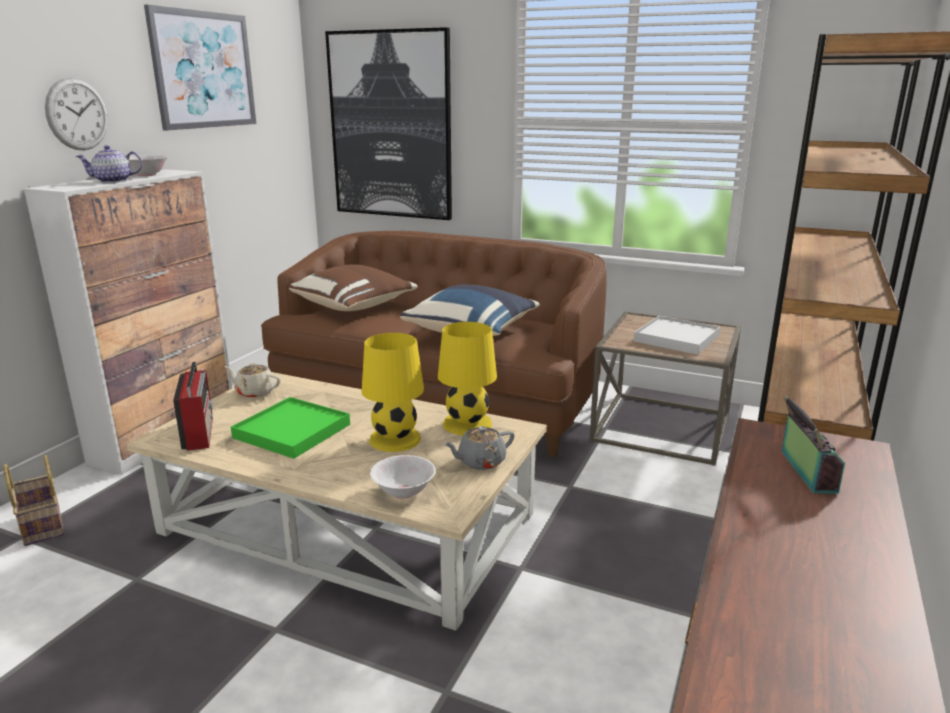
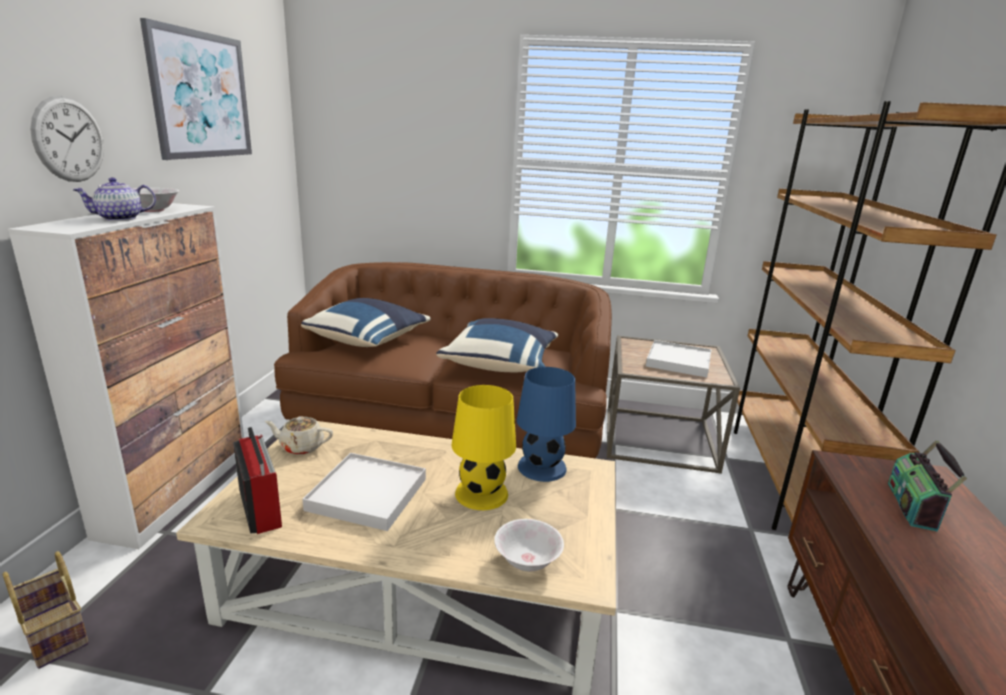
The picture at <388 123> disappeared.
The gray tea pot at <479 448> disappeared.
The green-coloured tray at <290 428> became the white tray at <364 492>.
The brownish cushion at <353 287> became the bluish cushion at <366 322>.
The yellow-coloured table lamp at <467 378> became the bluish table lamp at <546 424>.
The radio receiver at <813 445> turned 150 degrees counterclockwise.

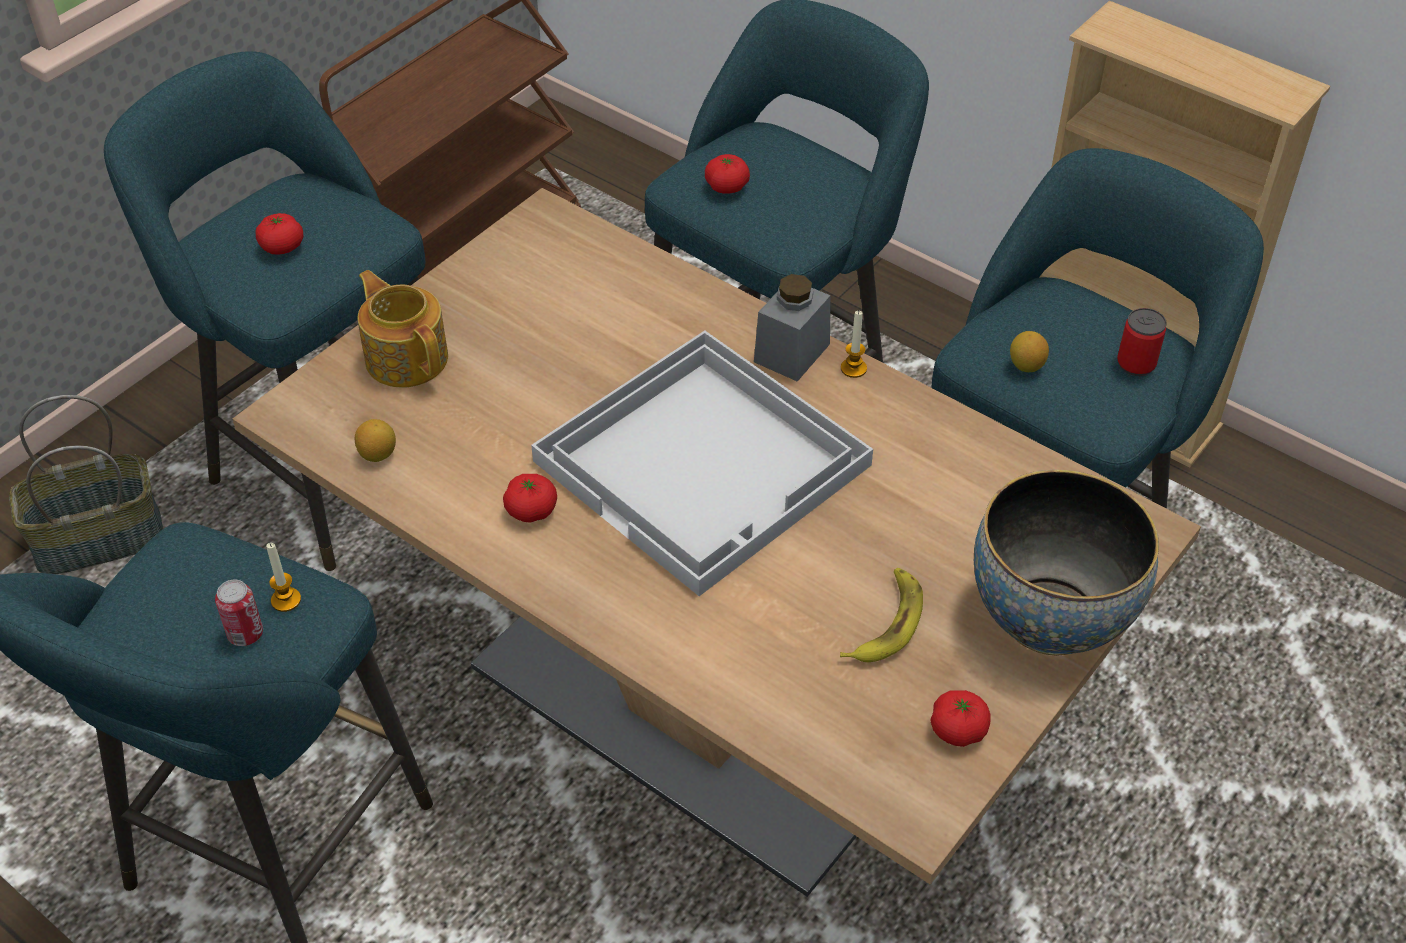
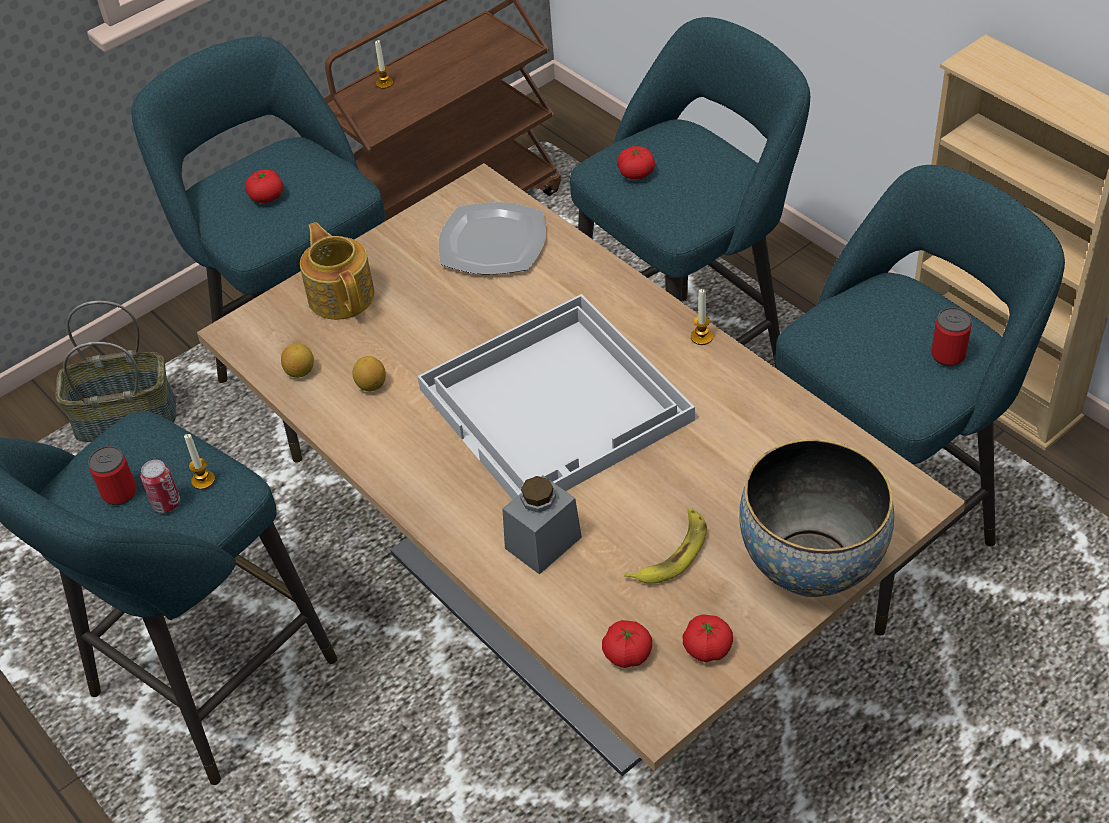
The metal can at <112 475> appeared.
The candle at <384 64> appeared.
The flat dish at <492 238> appeared.
The whole tomato moved from <530 498> to <627 644>.
The gray preserve jar moved from <792 328> to <542 524>.
The lemon moved from <1029 351> to <369 374>.

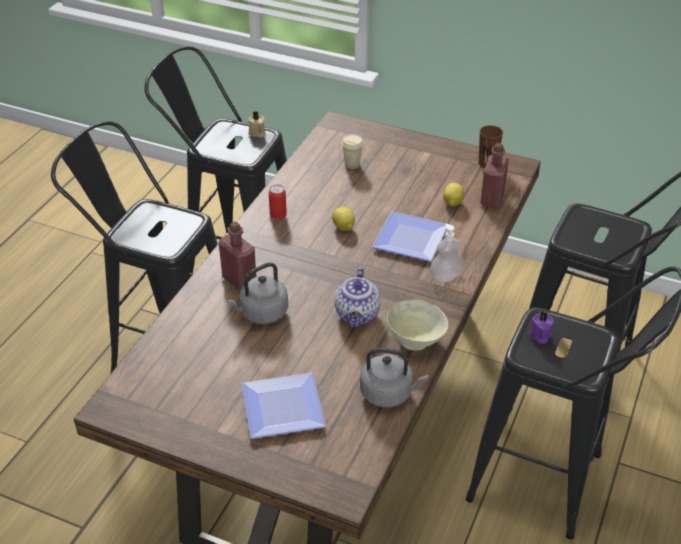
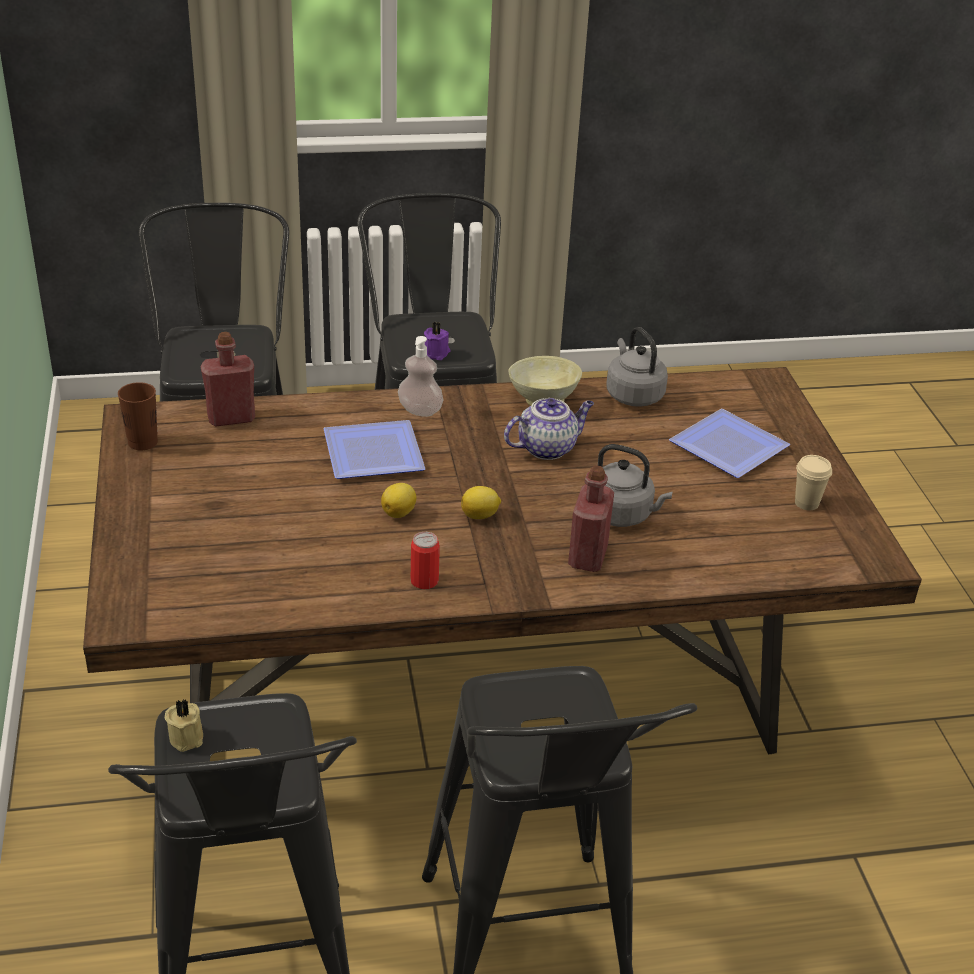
The beige drinking cup moved from <353 151> to <813 483>.
The lemon moved from <453 194> to <481 502>.

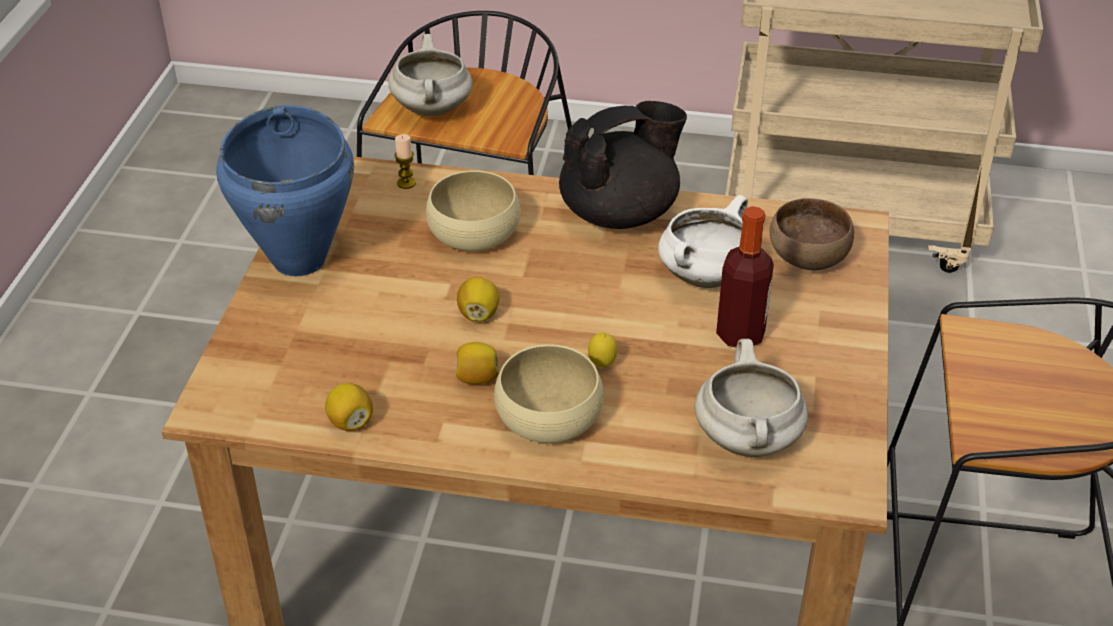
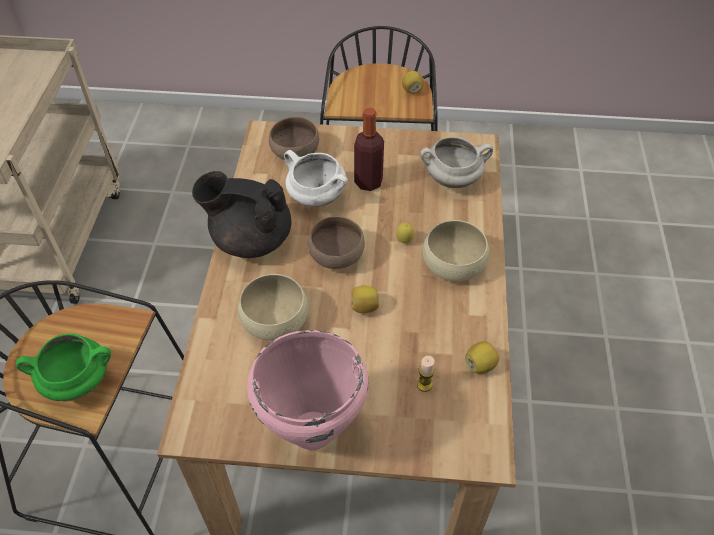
The brownish serving bowl at <336 242> appeared.
The candle moved from <405 161> to <426 374>.
The lemon moved from <478 363> to <413 82>.
The bluish cooking pot at <285 190> became the pink-coloured cooking pot at <308 390>.
The white cooking pot at <430 75> became the green-coloured cooking pot at <63 367>.
The blackish tea pot at <623 165> turned 45 degrees counterclockwise.

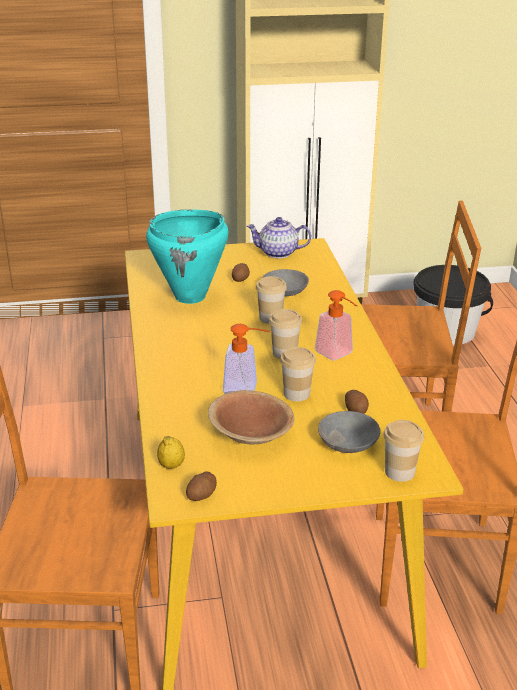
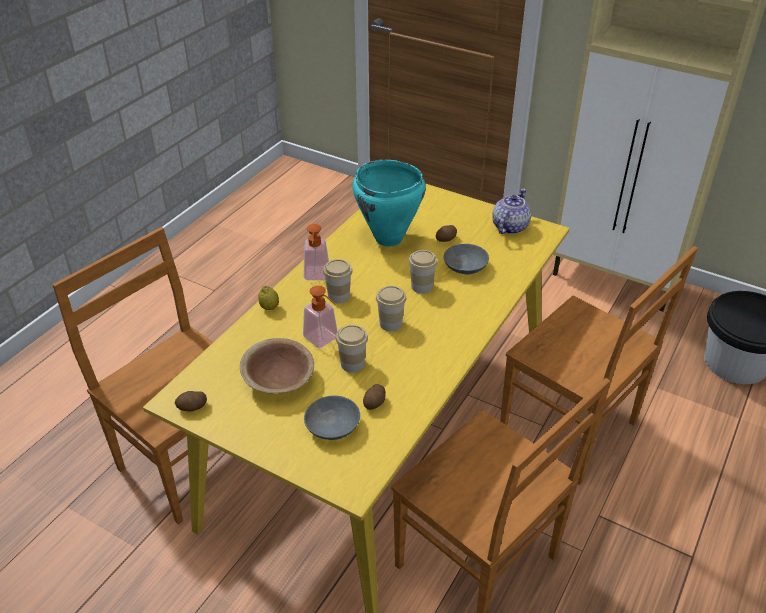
The lemon moved from <171 452> to <268 297>.
The liquid soap bottle moved from <336 325> to <316 252>.
The drinking cup moved from <403 451> to <338 281>.
The tea pot at <279 238> turned 75 degrees clockwise.

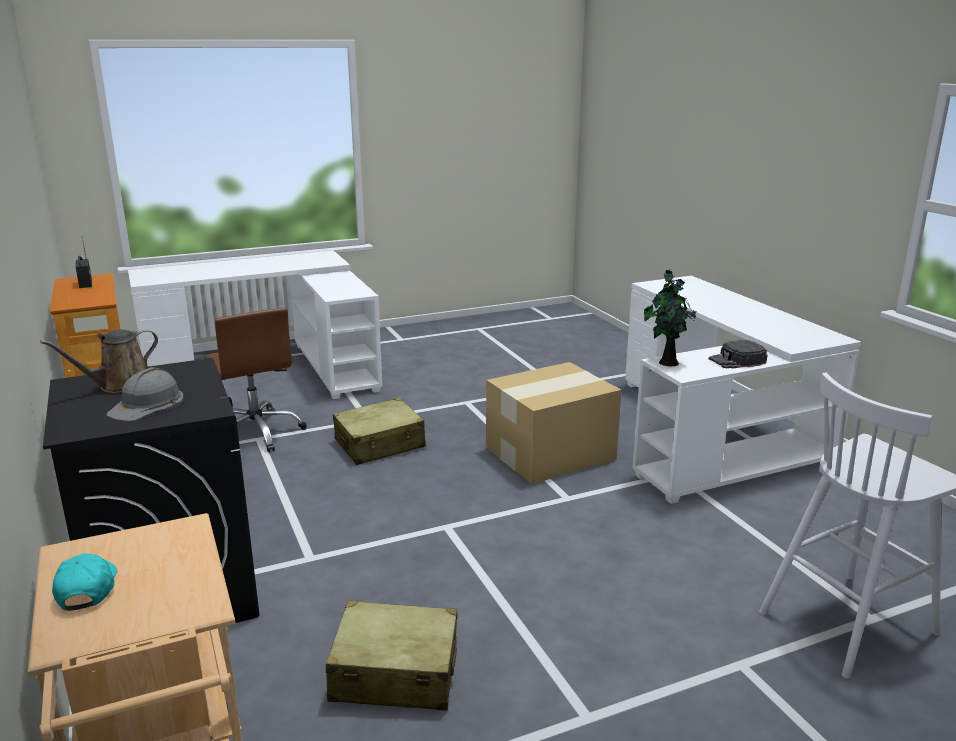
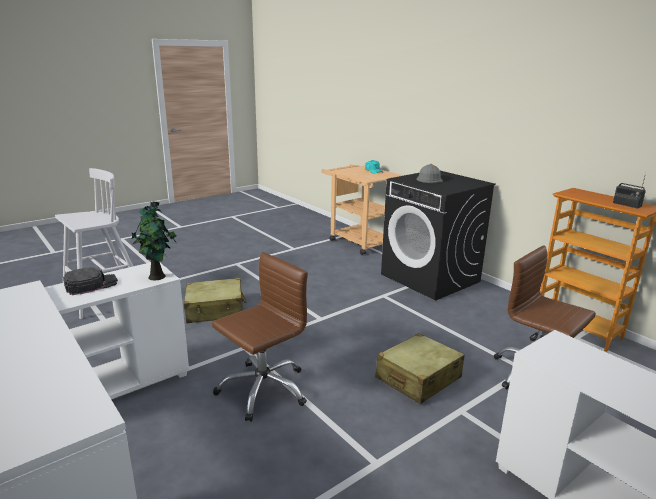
The brownish sprinkling can at <99 361> disappeared.
The beige travel case moved from <391 655> to <215 300>.
The packing box at <553 423> was replaced by the brownish office chair at <260 337>.

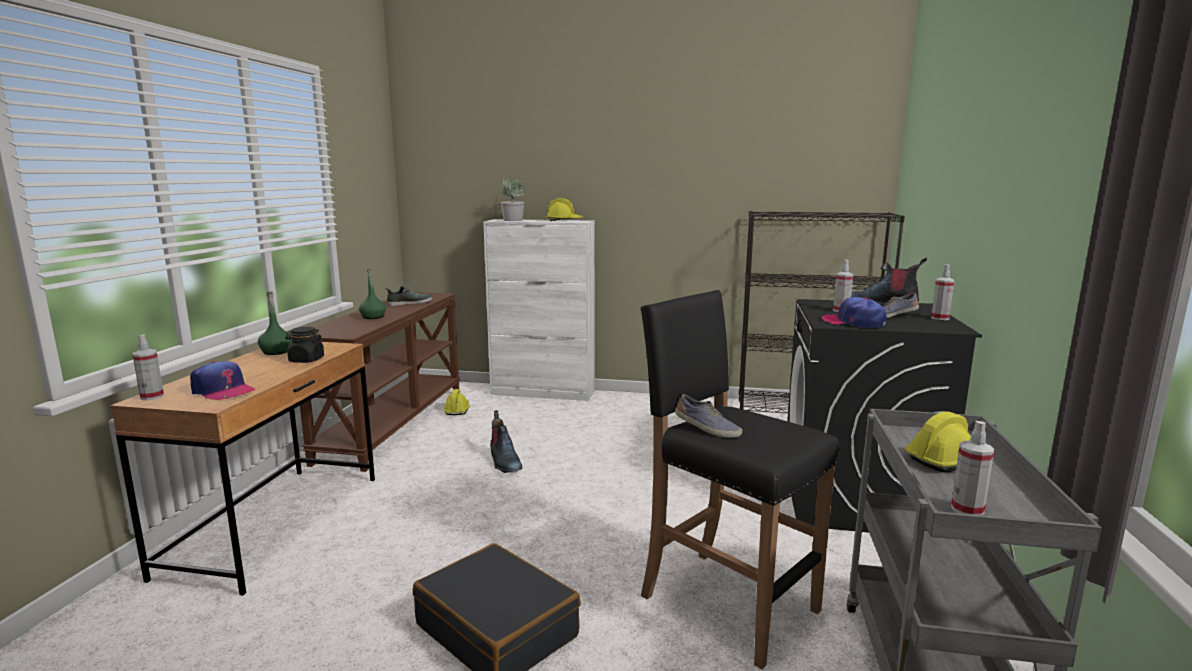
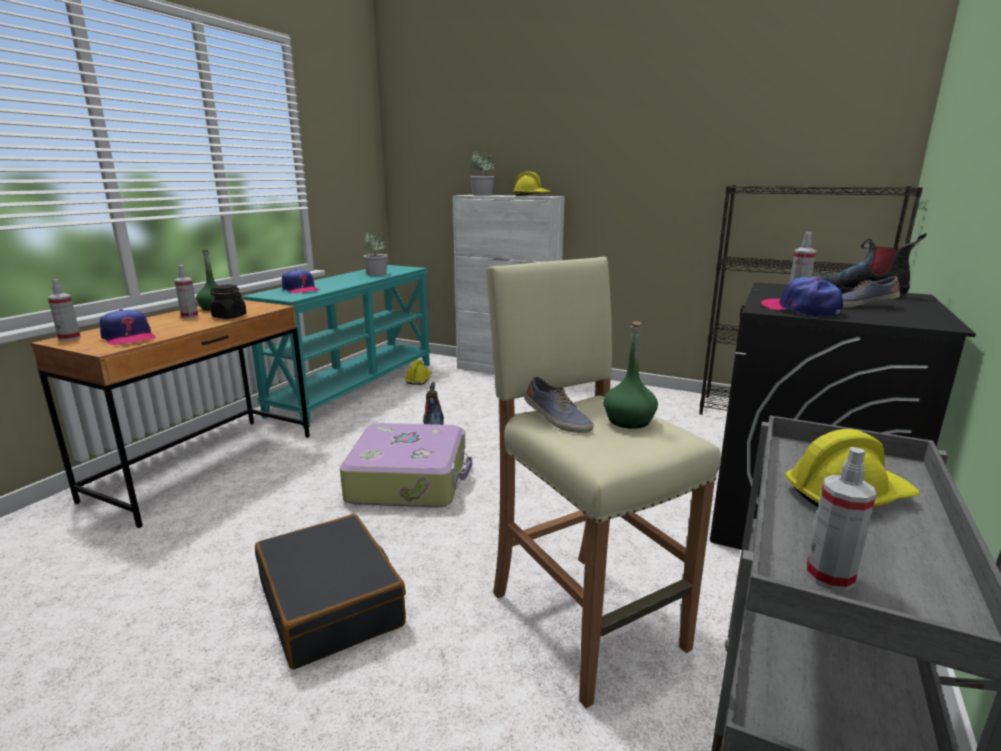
The cap at <301 281> appeared.
The travel case at <406 465> appeared.
The green-coloured bottle moved from <372 293> to <630 375>.
The sprayer moved from <942 292> to <186 291>.
The item of footwear at <409 296> was replaced by the potted plant at <375 252>.
The brownish console table at <380 382> became the blue-green console table at <336 346>.
The blackish stool seat at <740 479> became the beige stool seat at <603 482>.

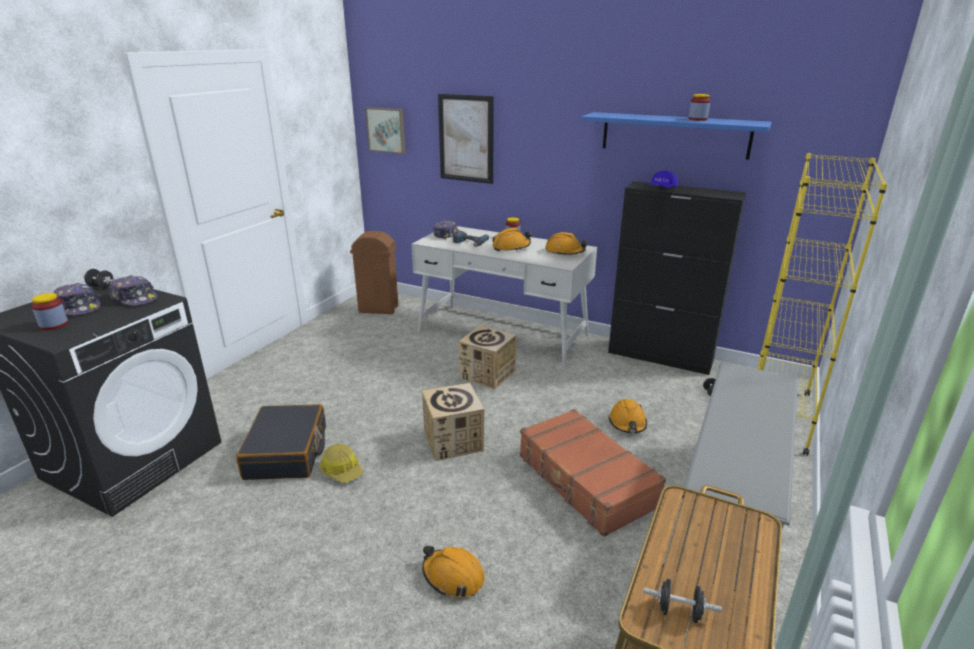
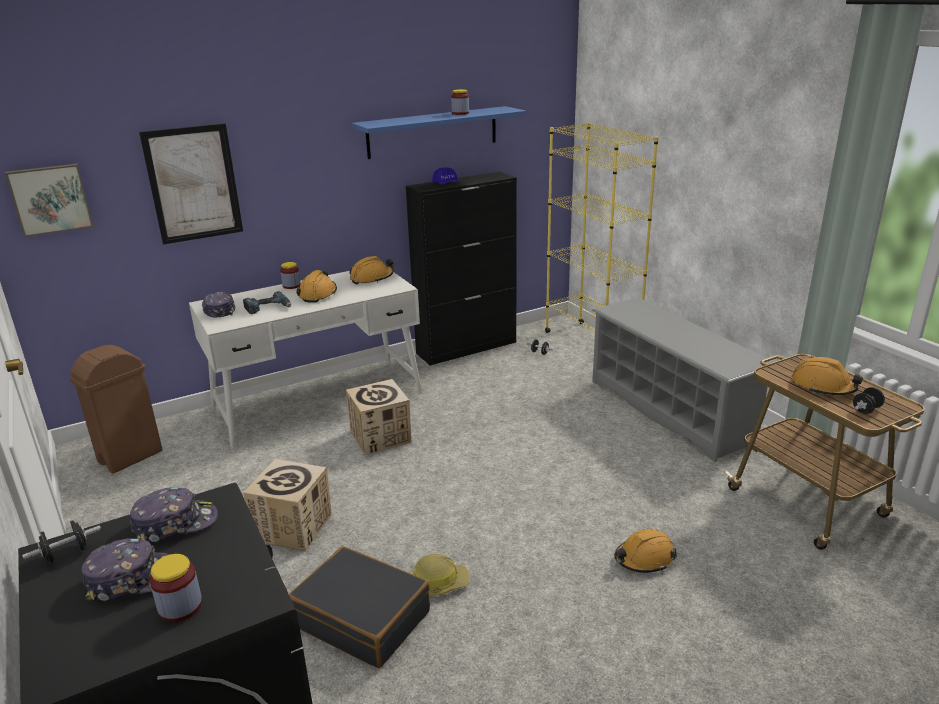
The brownish travel case at <593 473> disappeared.
The packing box moved from <453 422> to <287 505>.
The orangey work helmet moved from <627 416> to <827 376>.

